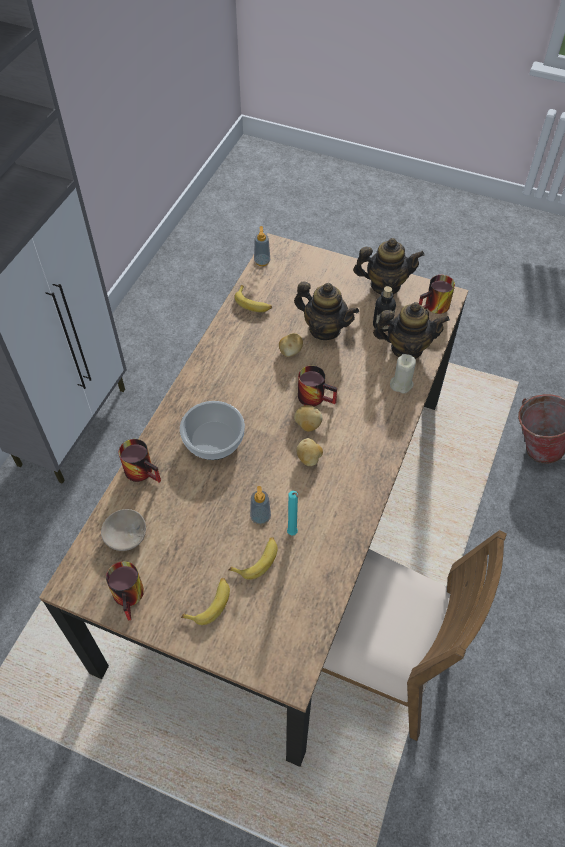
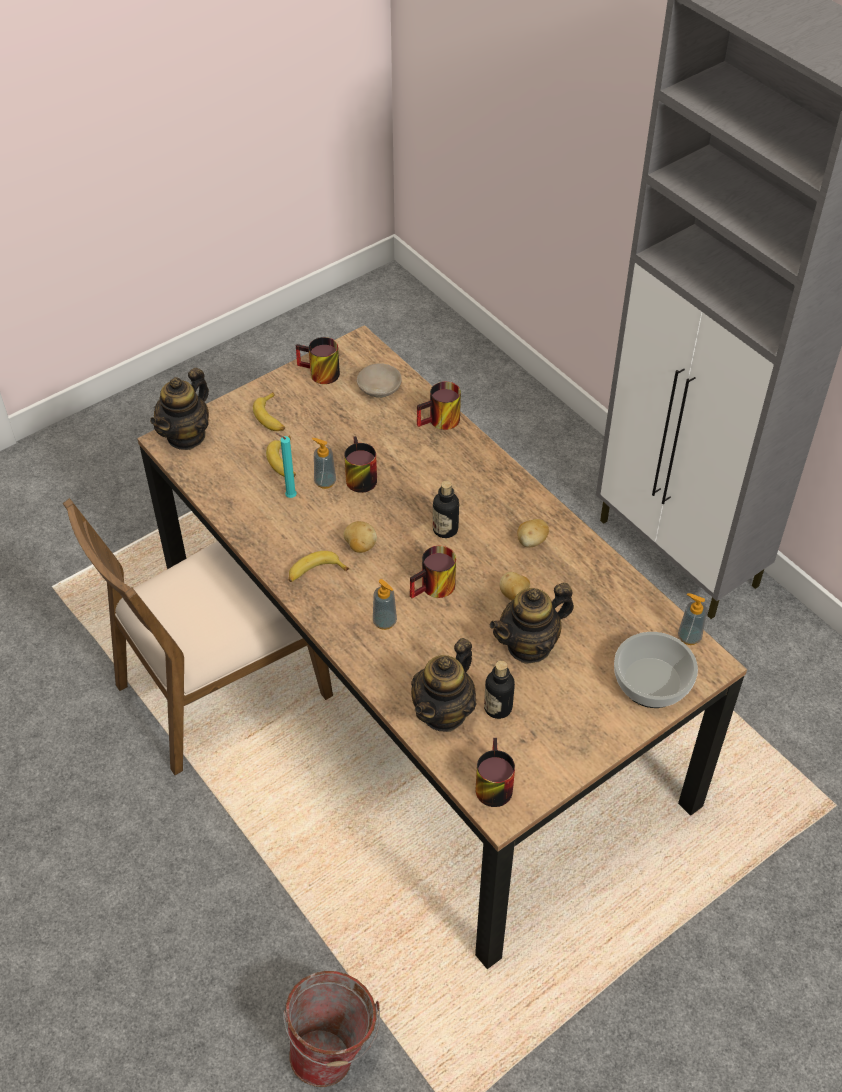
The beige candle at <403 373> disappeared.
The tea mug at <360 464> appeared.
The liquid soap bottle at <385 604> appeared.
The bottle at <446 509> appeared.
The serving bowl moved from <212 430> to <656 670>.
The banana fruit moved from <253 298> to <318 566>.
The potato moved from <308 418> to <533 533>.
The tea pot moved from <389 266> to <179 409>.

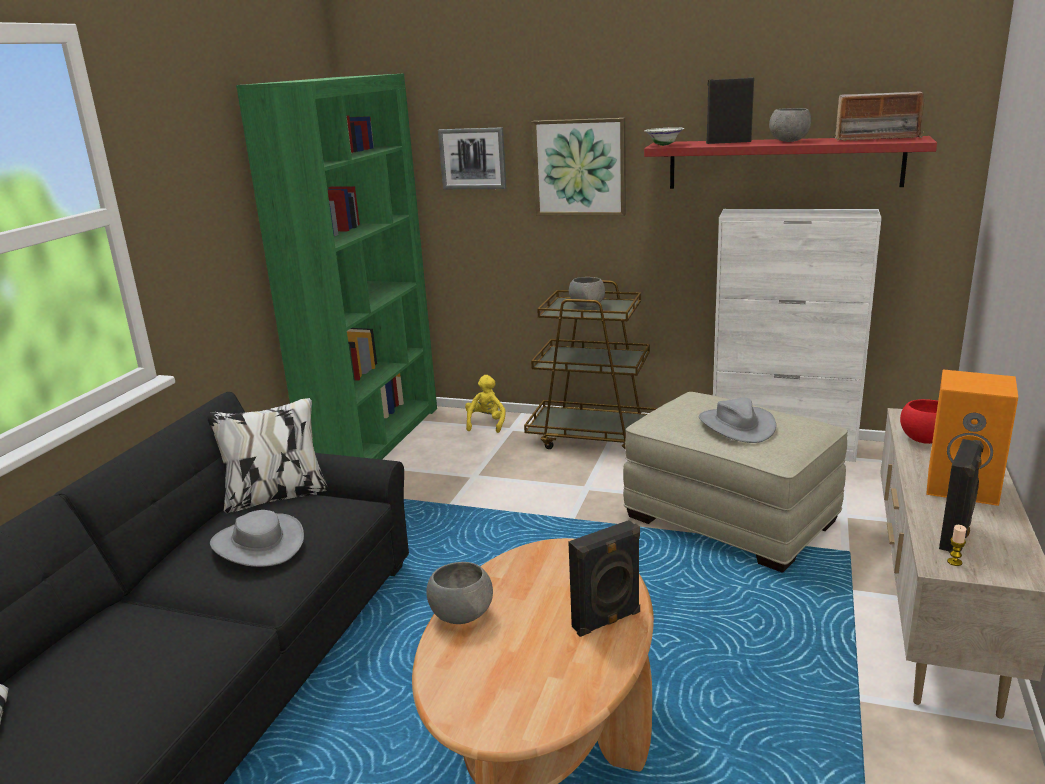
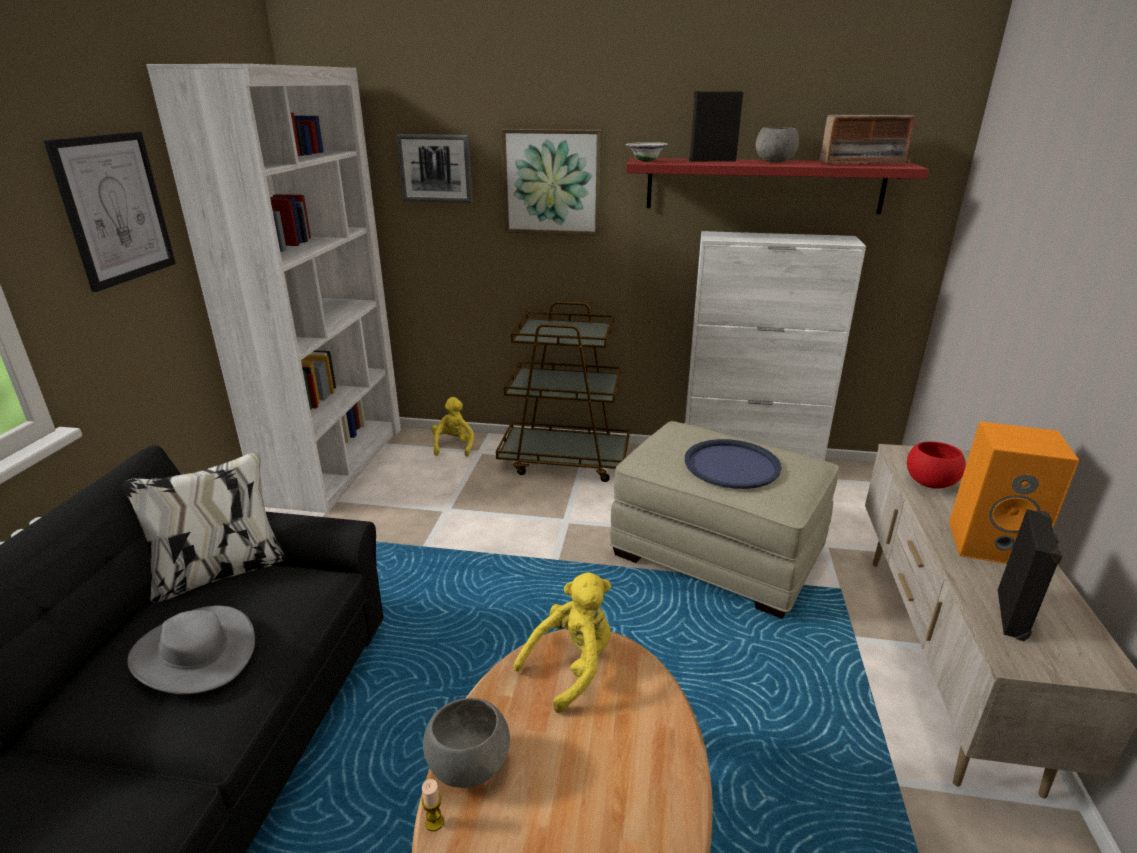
The blackish speaker at <604 578> disappeared.
The gray serving bowl at <587 292> disappeared.
The picture at <109 212> appeared.
The yellow-coloured cuddly toy at <562 642> appeared.
The candle moved from <956 545> to <433 805>.
The gray clothing hat at <737 420> was replaced by the bluish tray at <733 464>.
The green-coloured shelving unit at <336 266> became the white shelving unit at <273 288>.

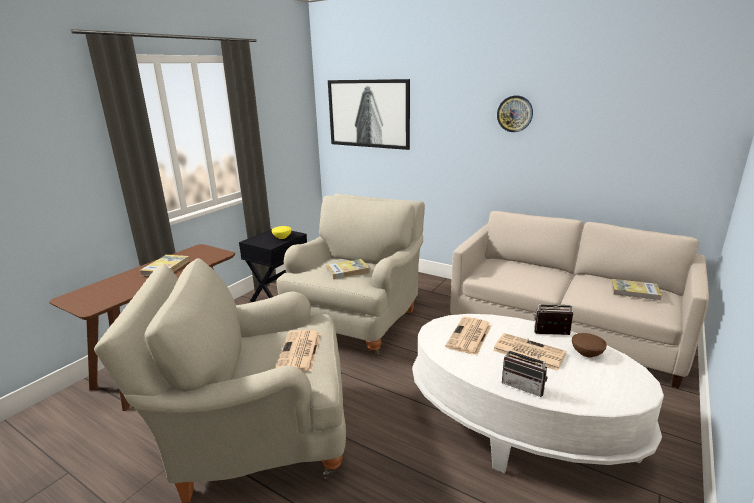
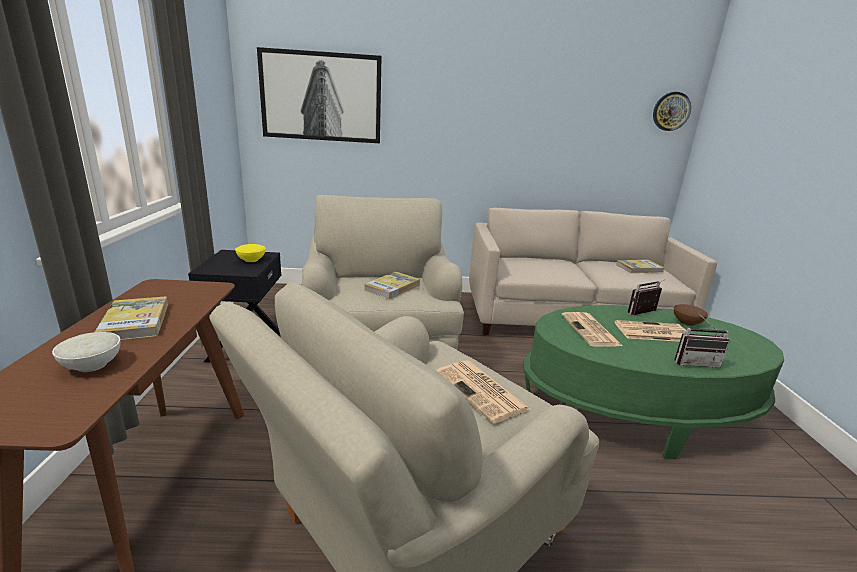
The white serving bowl at <86 352> appeared.
The wall clock moved from <515 113> to <672 111>.
The white lounge table at <538 393> became the green-coloured lounge table at <653 382>.

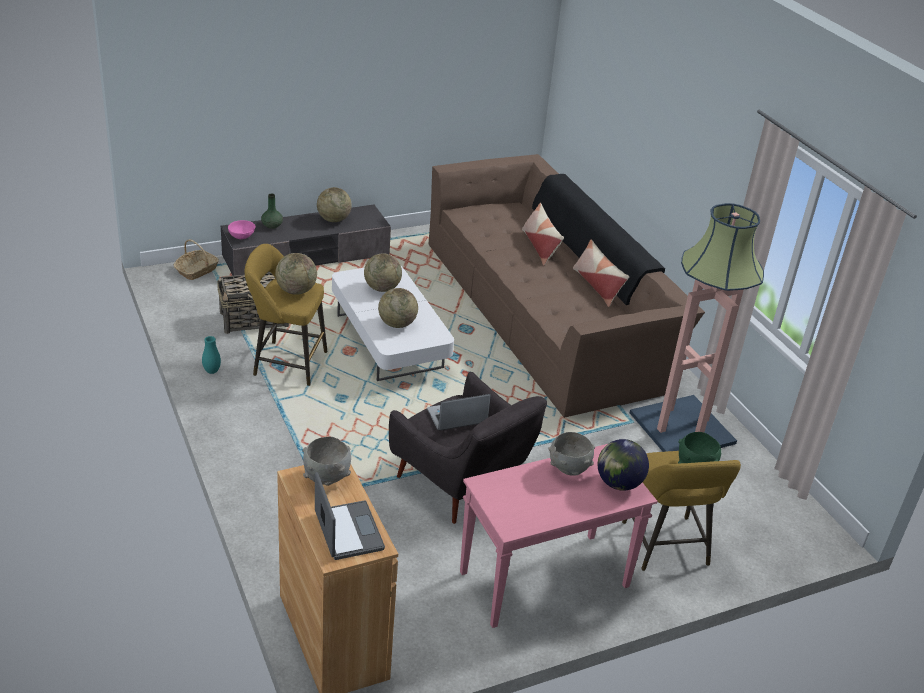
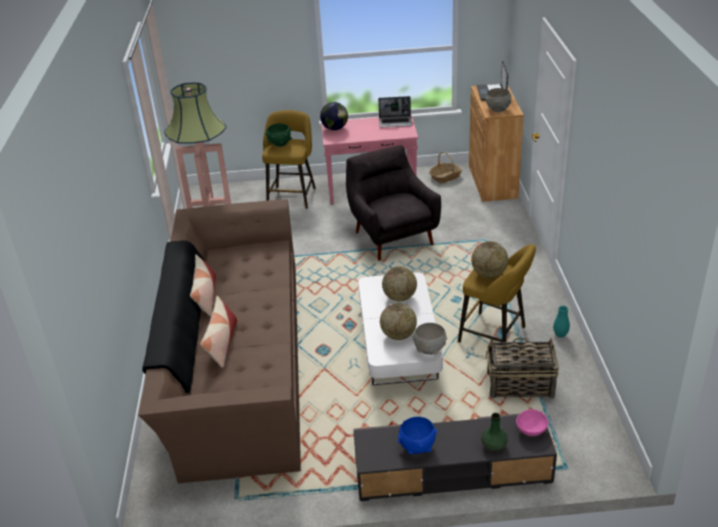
The storage basket moved from <196 259> to <446 168>.
The notebook computer moved from <459 412> to <395 112>.
The gray serving bowl moved from <571 454> to <429 339>.
The world globe at <334 204> was replaced by the bluish serving bowl at <417 436>.

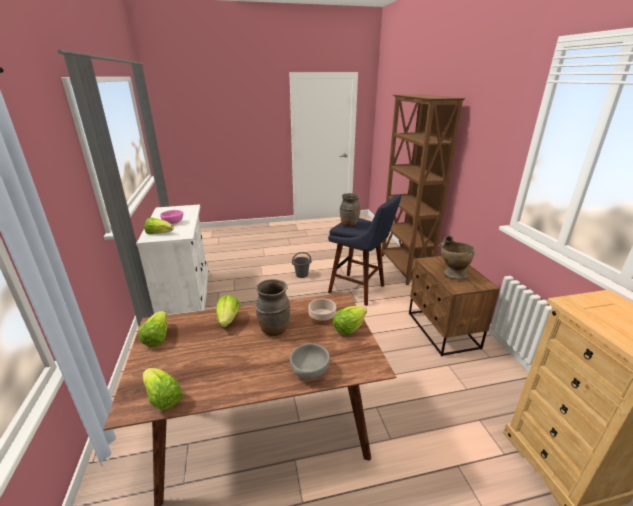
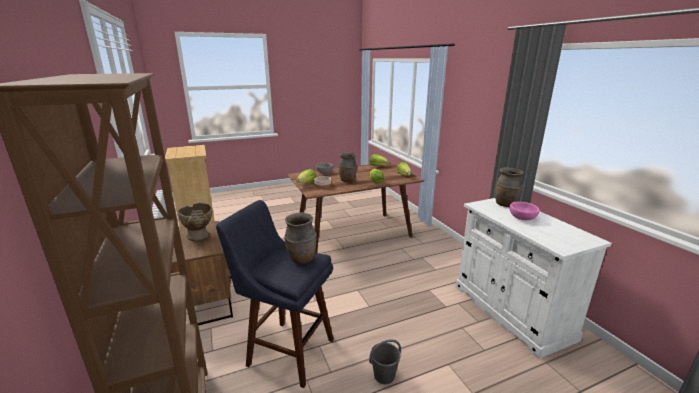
The lettuce head at <159 226> was replaced by the brownish decorative vase at <509 187>.

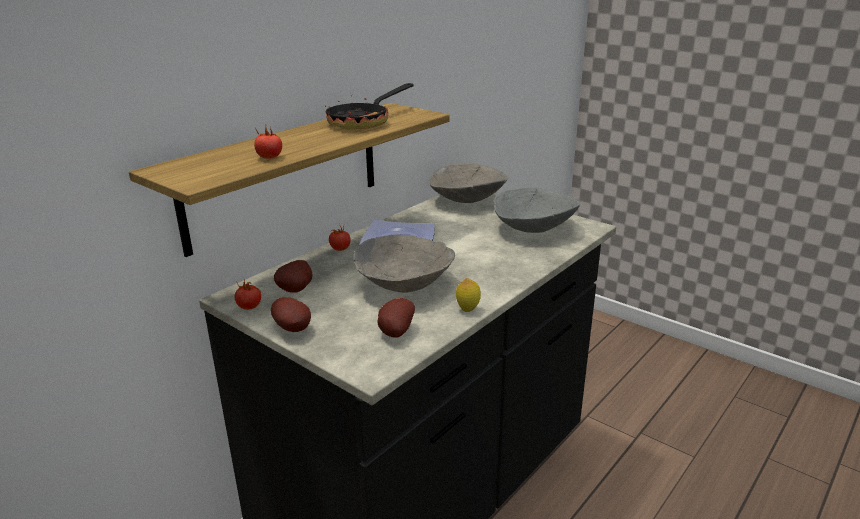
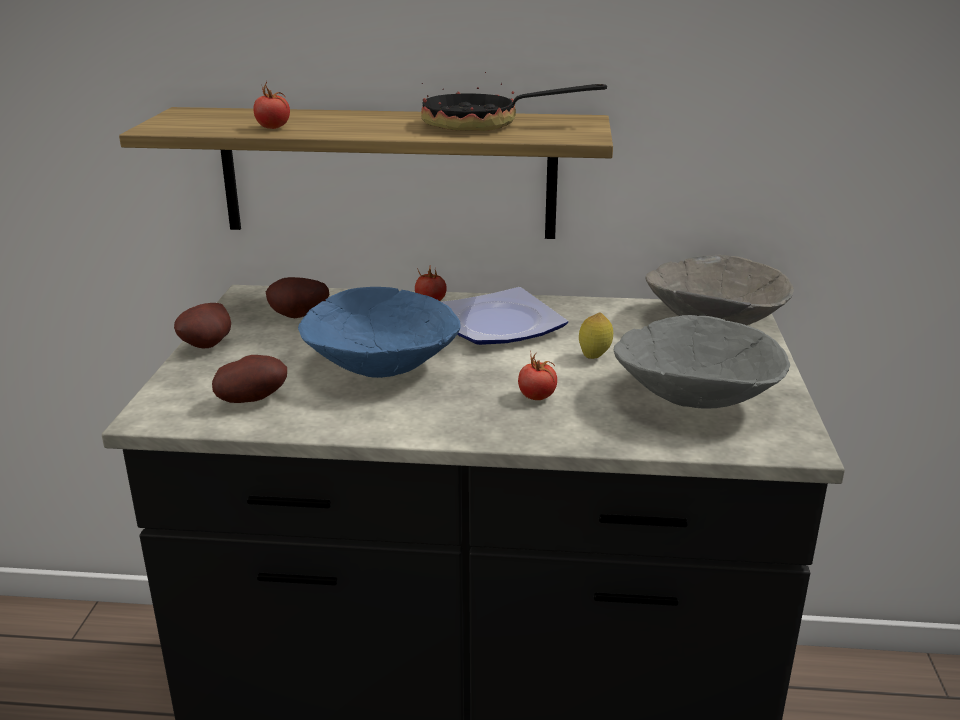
The whole tomato moved from <247 294> to <537 375>.
The lemon moved from <468 295> to <596 335>.
The gray serving bowl at <404 263> became the bluish serving bowl at <379 332>.

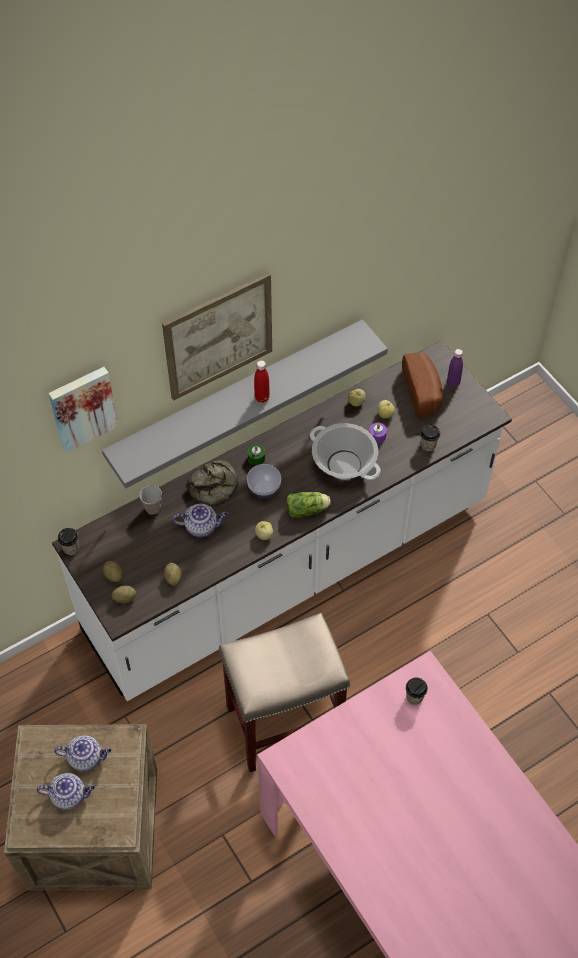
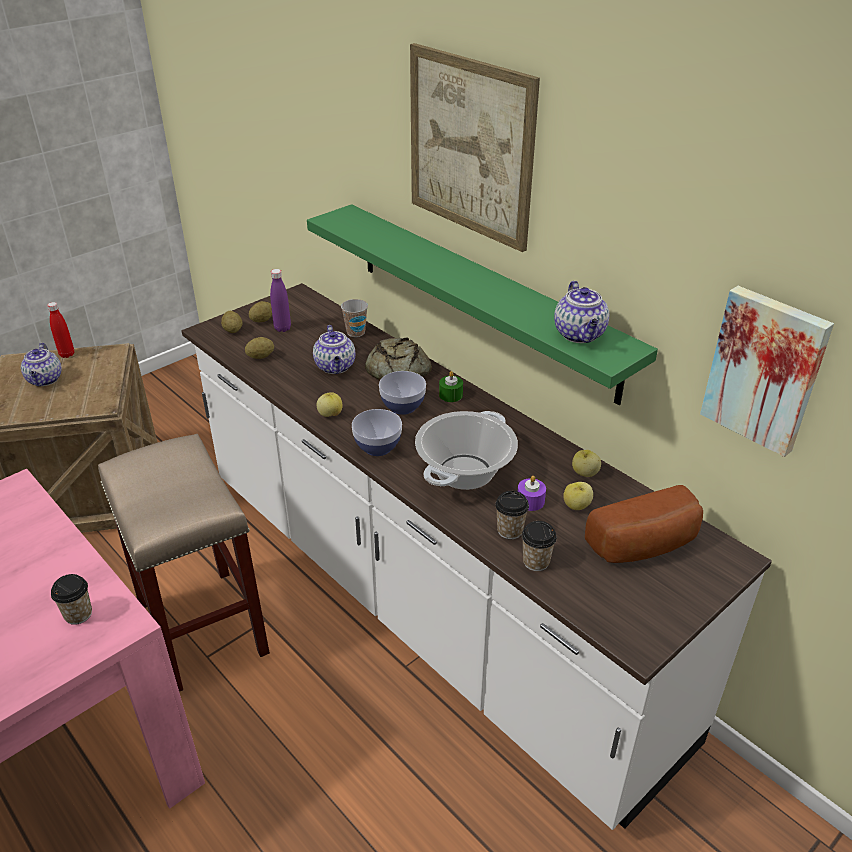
The picture moved from <83 410> to <767 371>.
The tea pot moved from <83 753> to <581 312>.
The drinking cup moved from <68 541> to <512 515>.
The red-coloured bottle moved from <262 381> to <60 330>.
The purple bottle moved from <455 368> to <280 300>.
The lettuce head at <308 505> was replaced by the serving bowl at <377 432>.
The gray wall shelf at <245 403> became the green-coloured wall shelf at <482 304>.

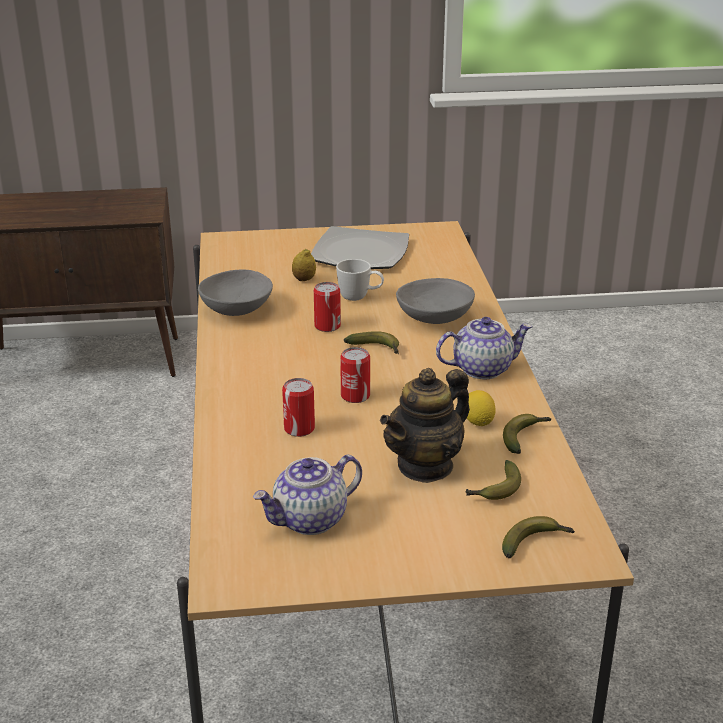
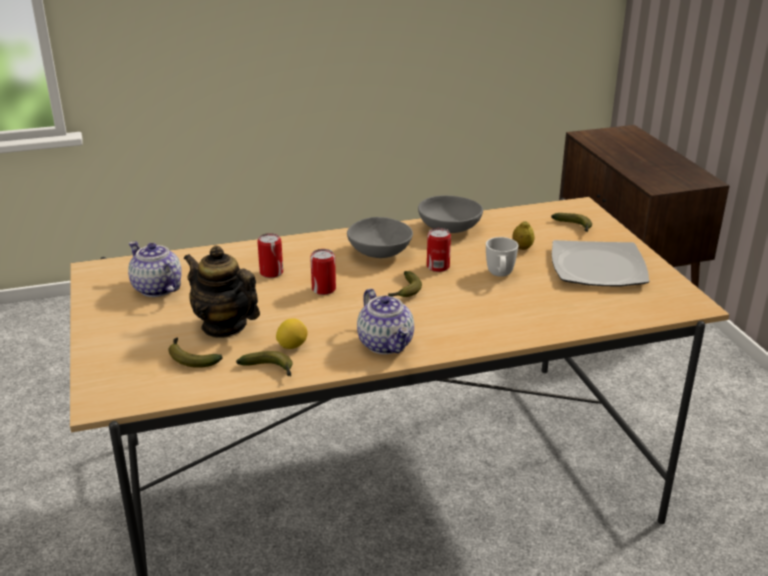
The gray serving bowl moved from <435 301> to <380 237>.
The banana fruit moved from <538 537> to <571 223>.

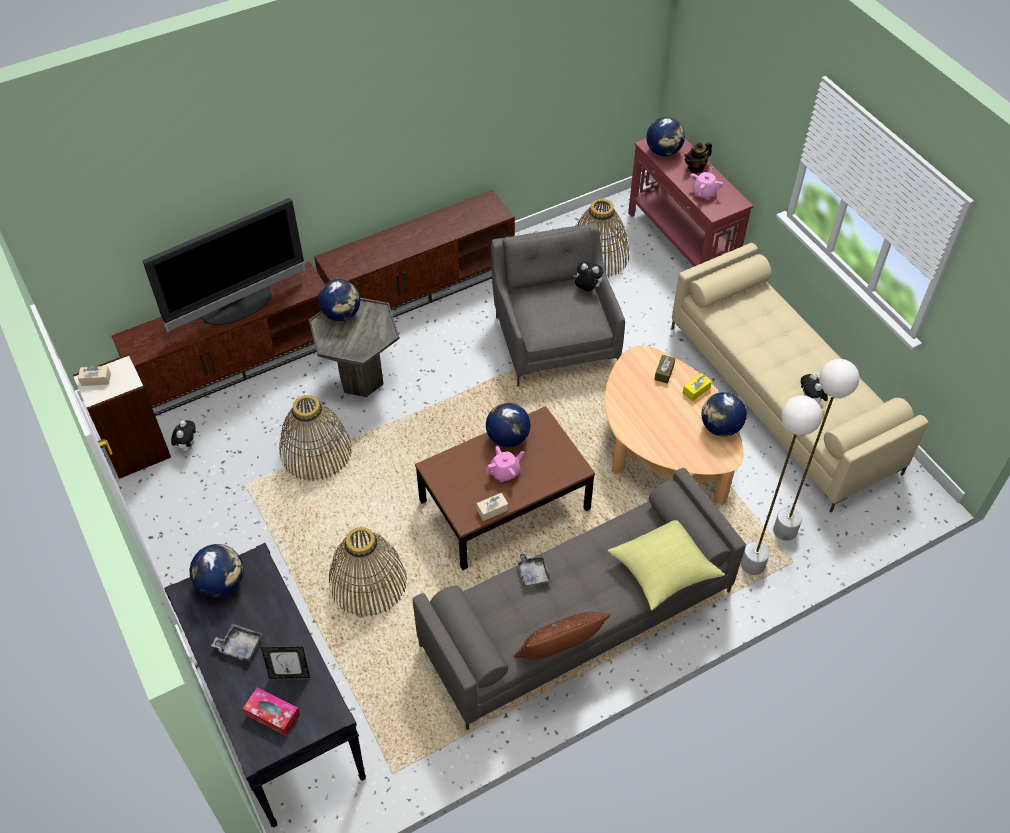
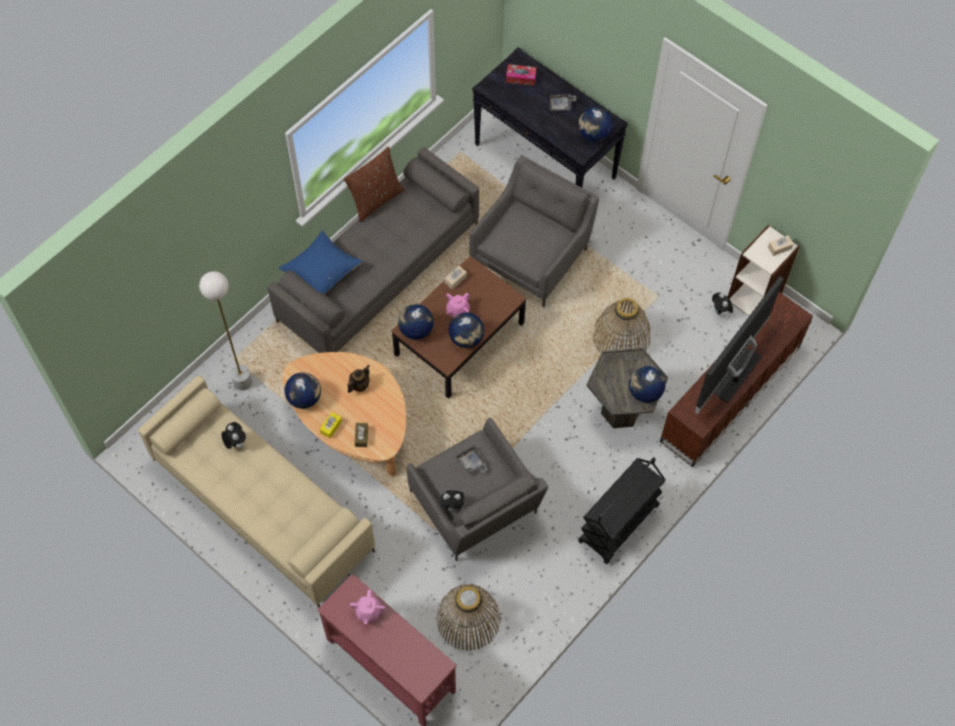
The picture frame at <285 663> disappeared.
The white floor lamp at <781 485> disappeared.
The gray tray moved from <534 569> to <472 460>.
The world globe moved from <666 136> to <416 322>.
The tea pot moved from <698 157> to <359 379>.
The brownish tv stand at <414 254> was replaced by the blackish cart at <622 510>.
The storage basket at <368 572> was replaced by the gray lounge chair at <534 231>.
The yellow-coloured cushion at <666 565> became the bluish cushion at <320 262>.

